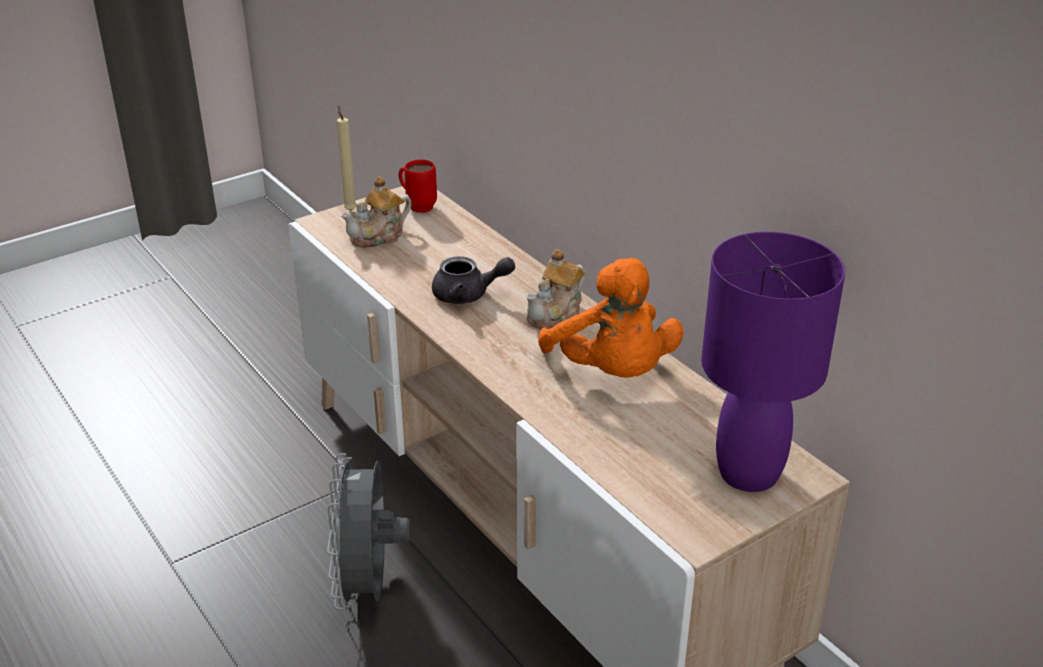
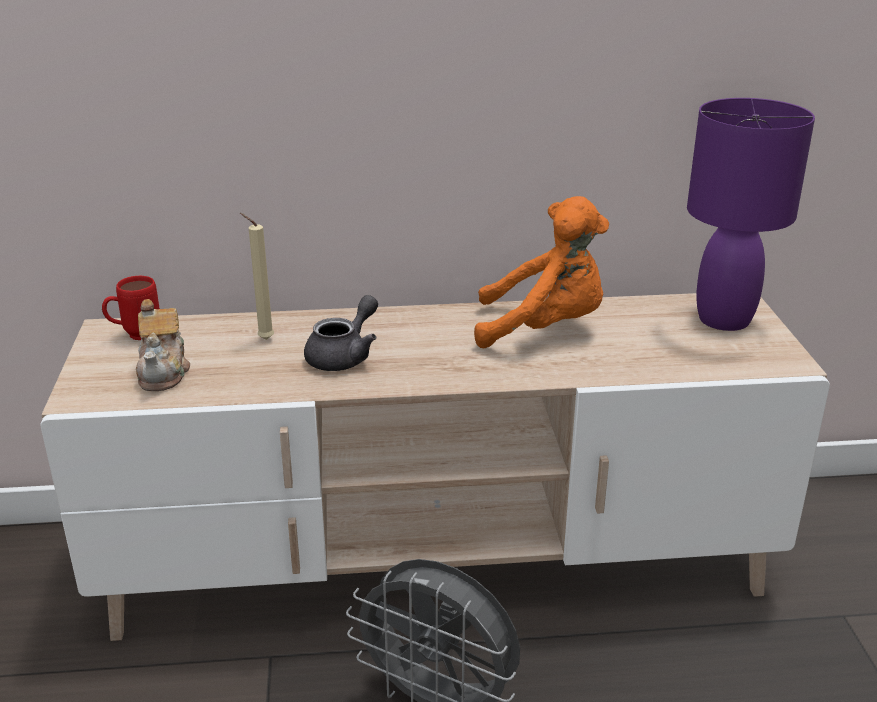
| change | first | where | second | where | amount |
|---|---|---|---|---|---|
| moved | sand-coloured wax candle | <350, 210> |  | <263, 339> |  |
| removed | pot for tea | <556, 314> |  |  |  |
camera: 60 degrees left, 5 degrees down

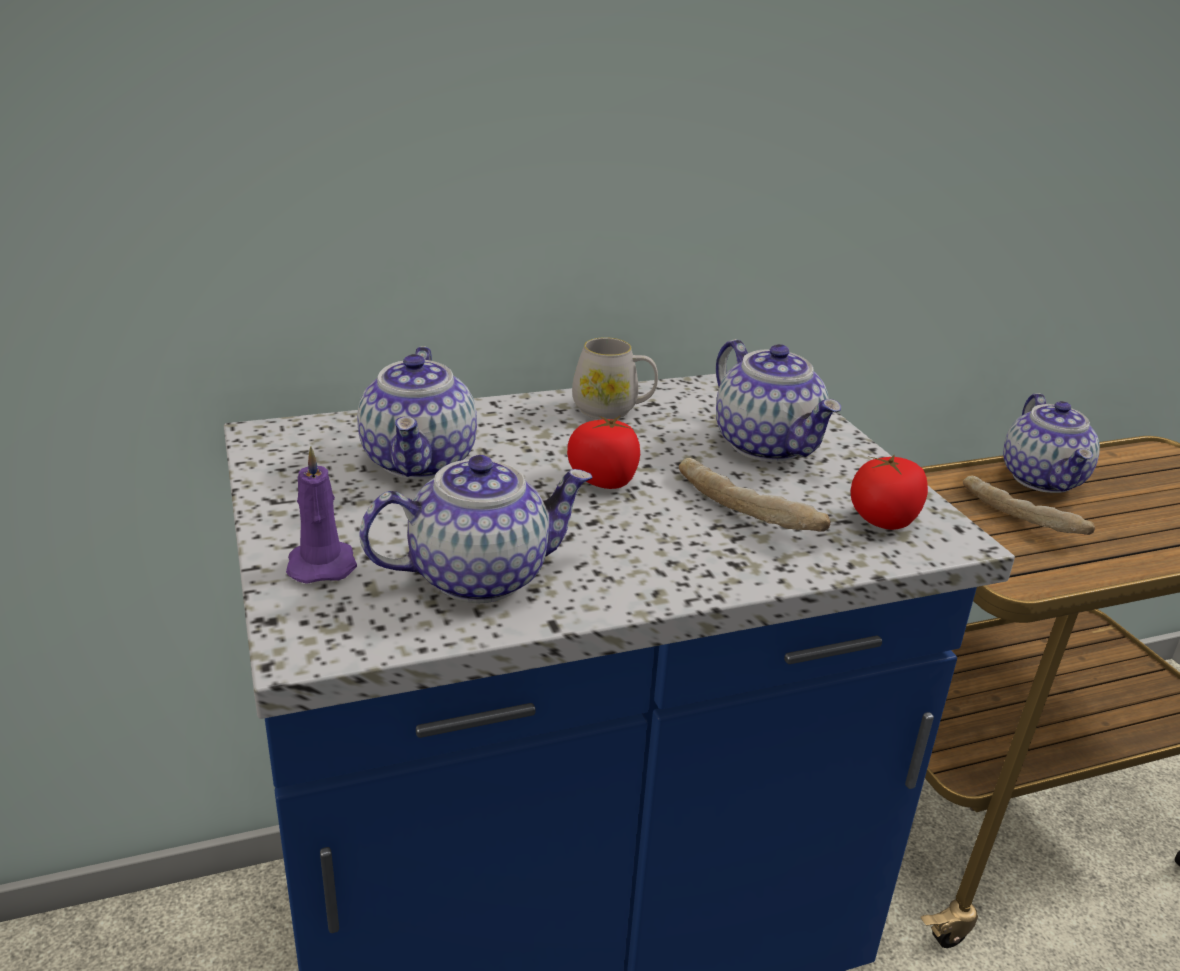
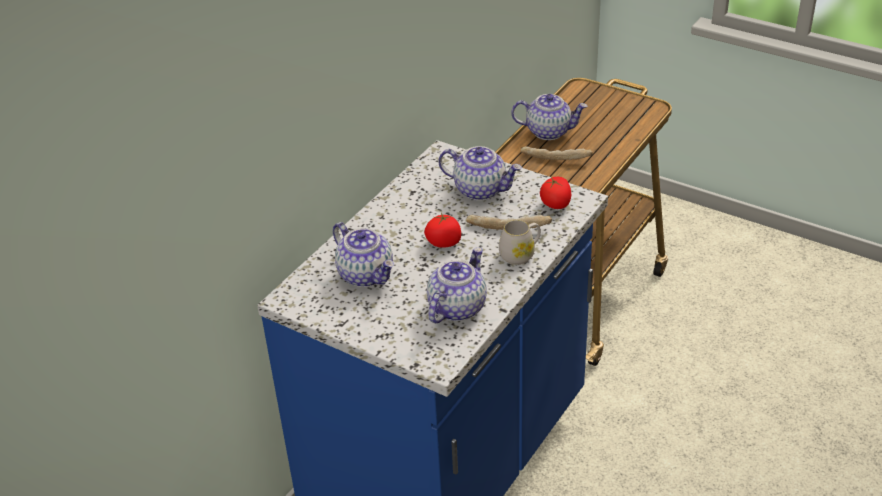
| change | first | where | second | where | amount |
|---|---|---|---|---|---|
| moved | whitish mug | <613, 410> |  | <520, 254> |  |
| turned | pot for tea | <1043, 479> |  | <549, 131> | 45 degrees counterclockwise |
| removed | purplish wax candle | <321, 563> |  |  |  |
camera: 35 degrees left, 10 degrees up

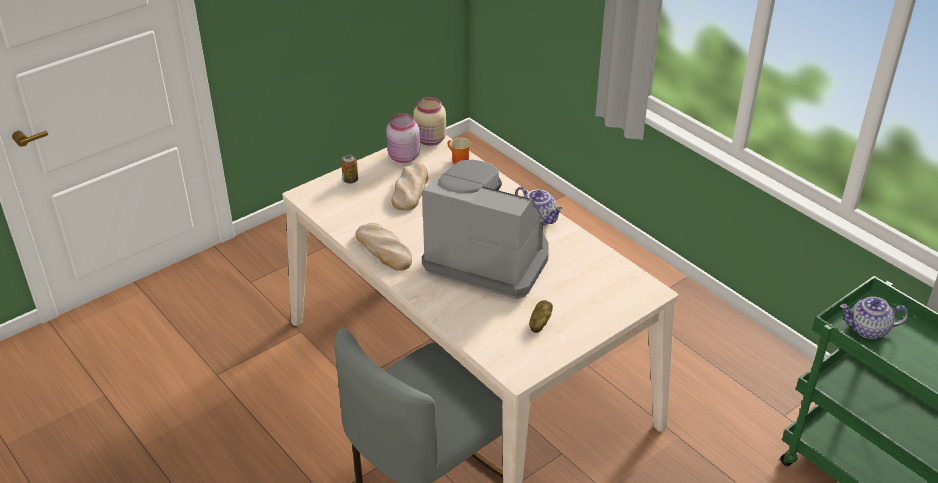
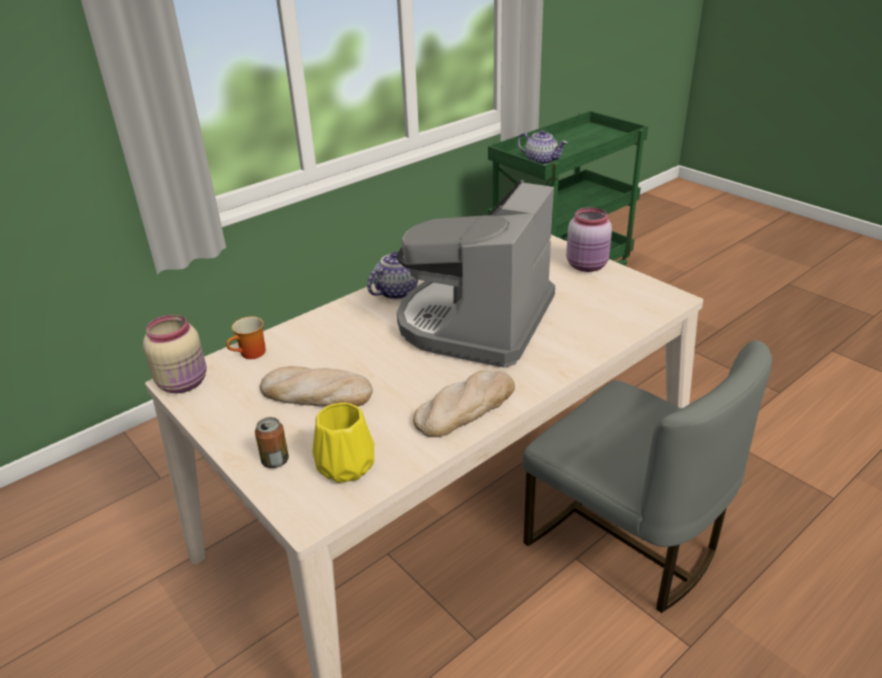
| change | first | where | second | where | amount |
|---|---|---|---|---|---|
| moved | pink storage jar | <403, 157> |  | <588, 266> |  |
| turned | pot for tea | <868, 330> |  | <541, 161> | 60 degrees counterclockwise |
| removed | whole potato | <539, 323> |  |  |  |
| added |  |  | yellow flower vase | <344, 465> |  |
camera: 90 degrees left, 5 degrees down

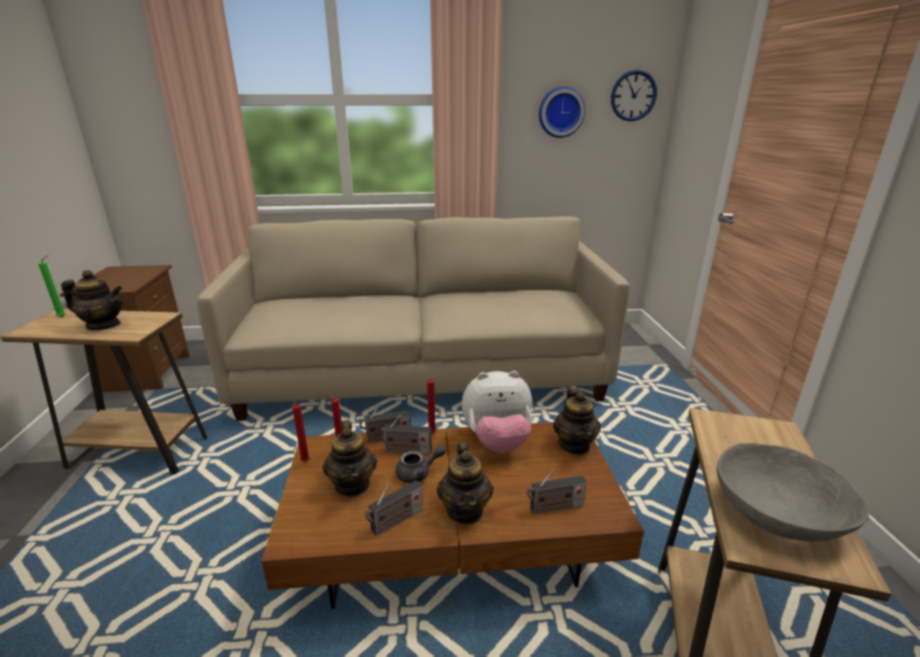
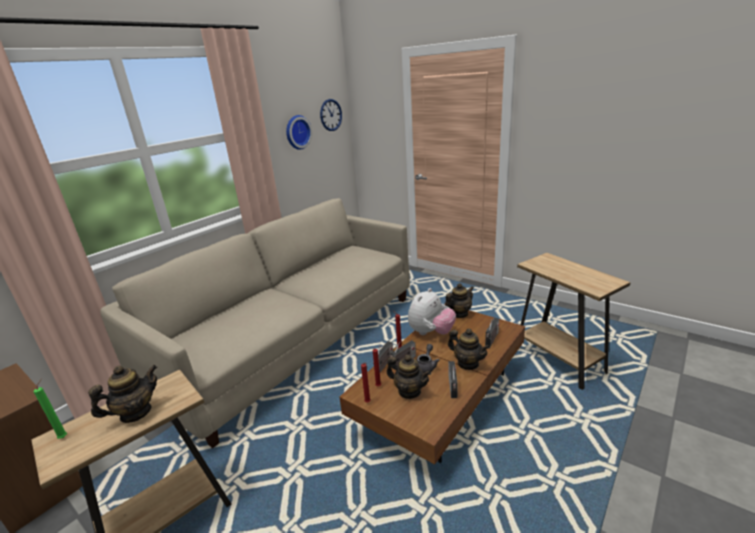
| change | first | where | second | where | amount |
|---|---|---|---|---|---|
| turned | pot for tea | <574, 444> |  | <459, 314> | 75 degrees counterclockwise |
| removed | grey serving bowl | <777, 513> |  |  |  |
camera: 45 degrees left, 0 degrees up

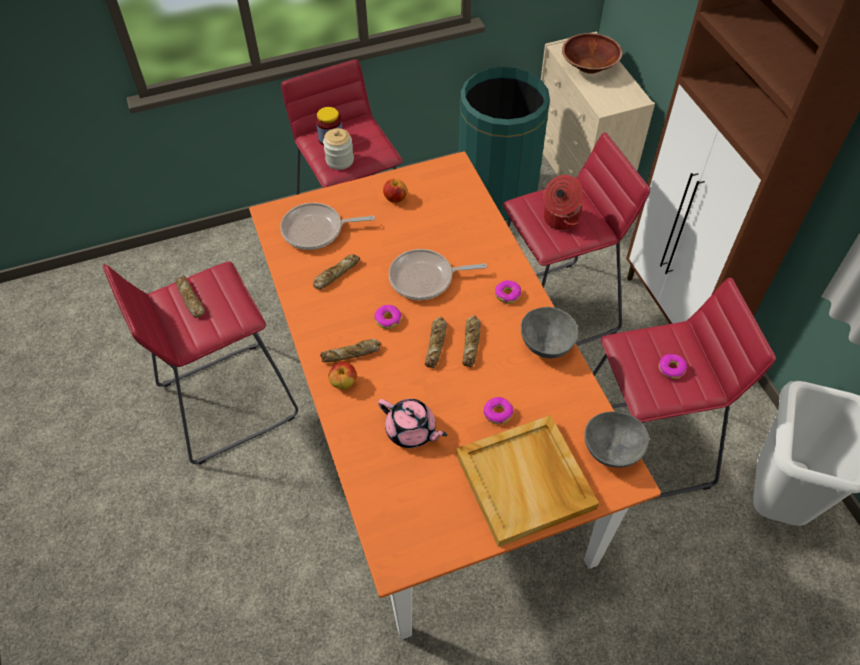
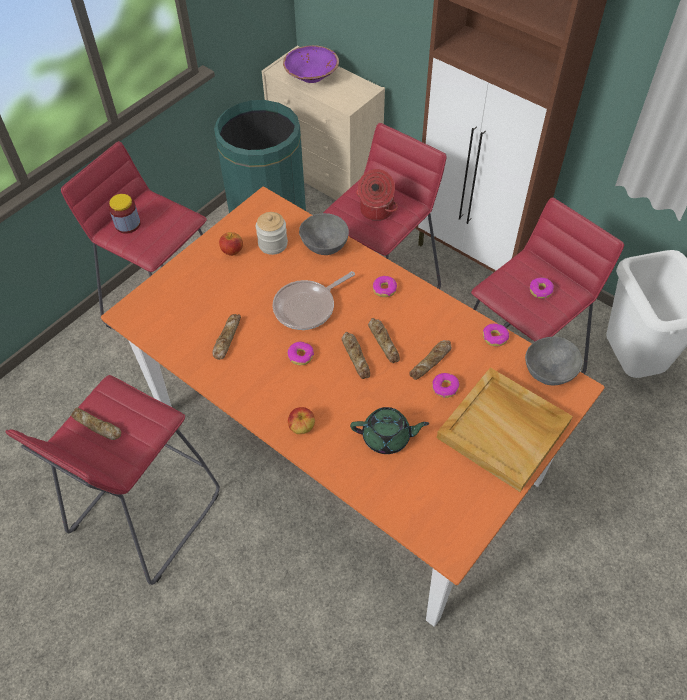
| change | first | where | second | where | amount |
|---|---|---|---|---|---|
| recoloured | brown serving bowl | <589, 66> | purplish serving bowl | <312, 76> |  |
| moved | storage jar | <340, 160> |  | <273, 244> |  |
| removed | pan | <316, 230> |  |  |  |
| moved | grey serving bowl | <546, 343> |  | <324, 245> |  |
| moved | bread | <351, 354> |  | <431, 362> |  |
| recoloured | pink pot for tea | <411, 431> | green pot for tea | <387, 437> |  |
| added |  |  | doughnut | <495, 337> |  |
camera: 30 degrees left, 0 degrees up

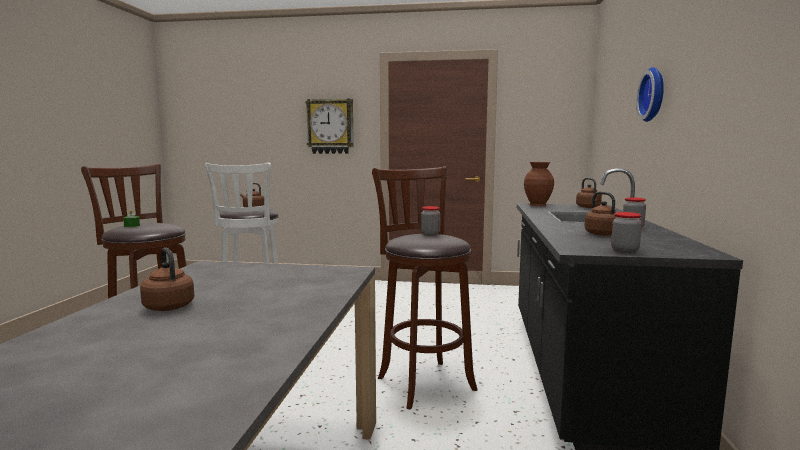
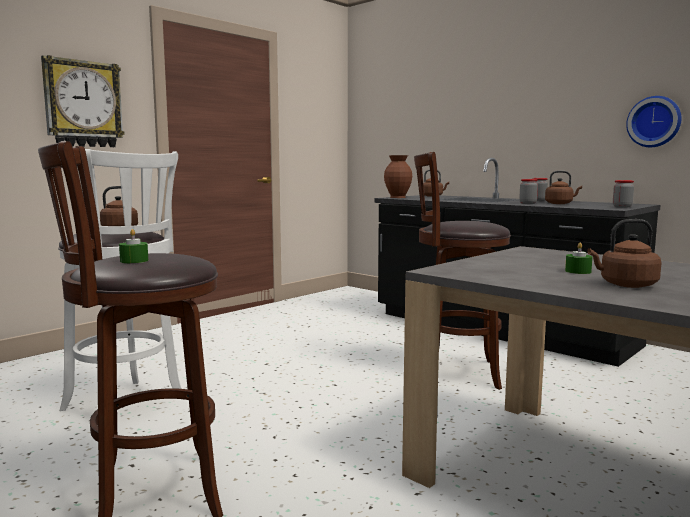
| change | first | where | second | where | amount |
|---|---|---|---|---|---|
| moved | hanging clock | <654, 94> |  | <654, 122> |  |
| moved | storage jar | <430, 234> |  | <527, 203> |  |
| added |  |  | green wax candle | <578, 271> |  |
camera: 55 degrees left, 0 degrees up

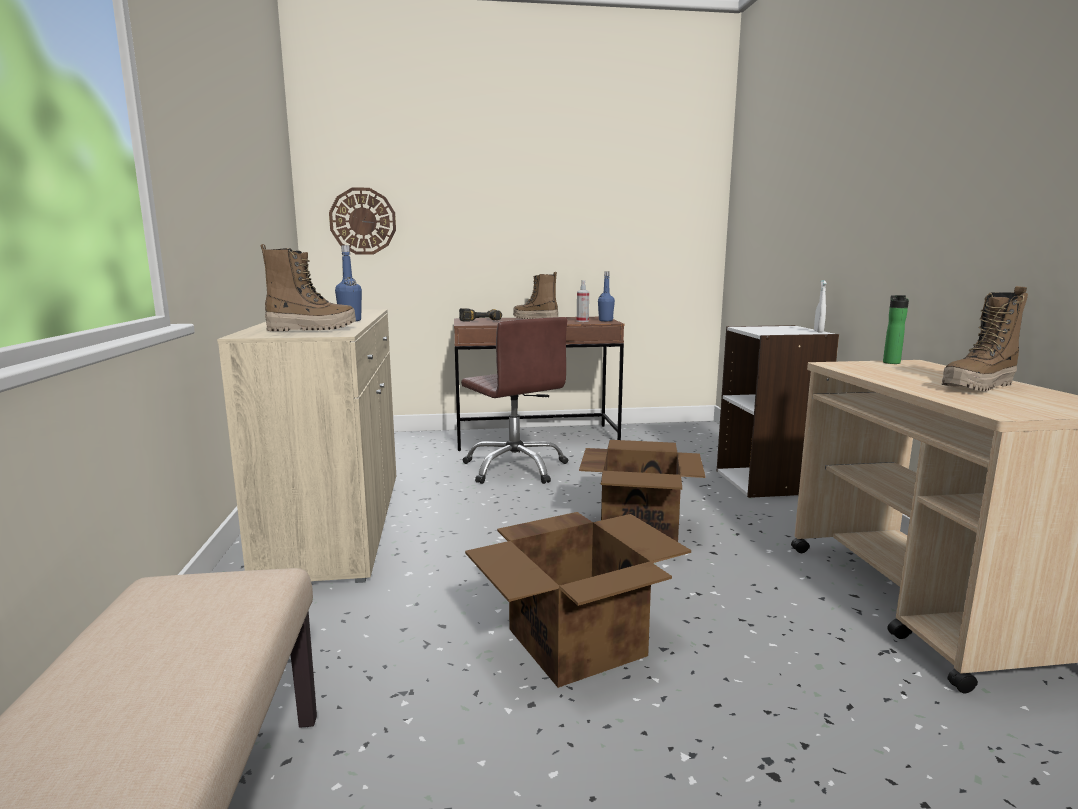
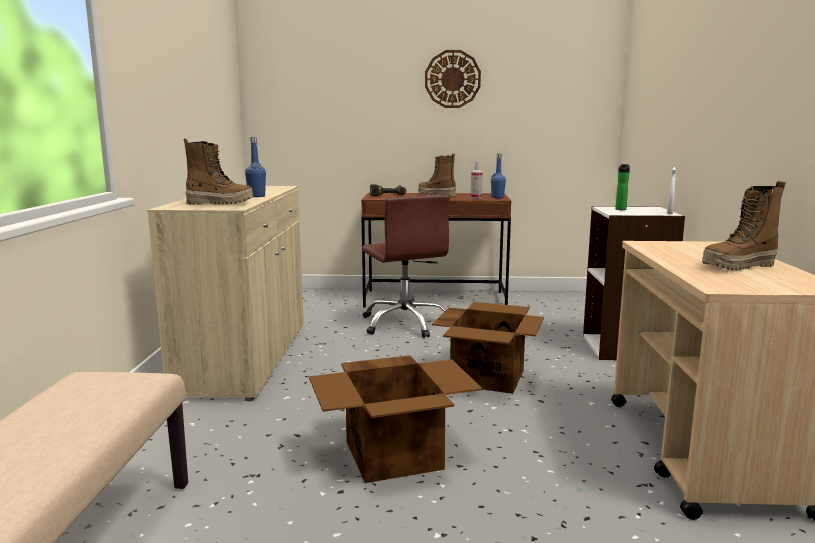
| change | first | where | second | where | amount |
|---|---|---|---|---|---|
| moved | hanging clock | <363, 221> |  | <452, 79> |  |
| moved | beverage bottle | <890, 362> |  | <621, 209> |  |
camera: 10 degrees right, 0 degrees up

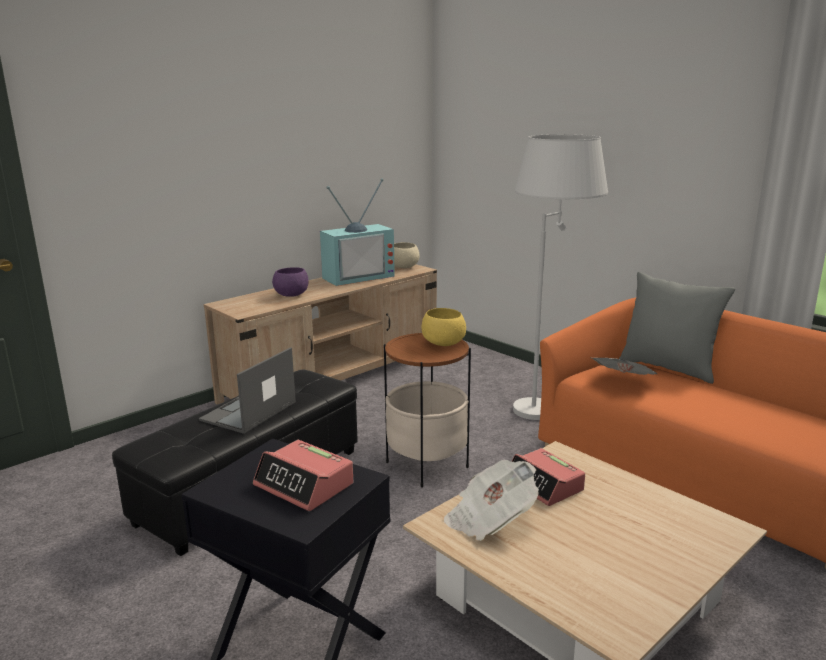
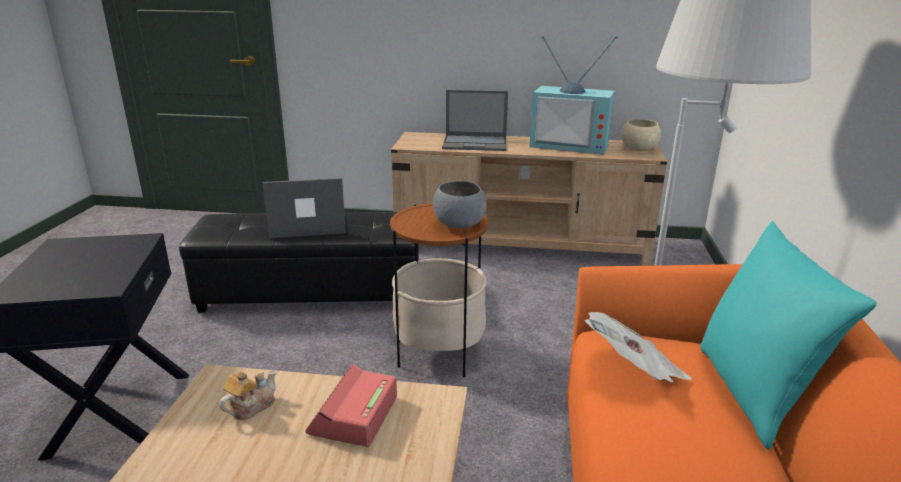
| change | first | where | second | where | amount |
|---|---|---|---|---|---|
| replaced | purplish serving bowl | <291, 295> | portable computer | <476, 143> |  |
| recoloured | grey pillow | <668, 368> | turquoise pillow | <753, 392> |  |
| recoloured | yellow serving bowl | <444, 343> | grey serving bowl | <459, 224> |  |
| removed | bedside clock | <304, 485> |  |  |  |
| replaced | newspaper | <489, 519> | pot for tea | <251, 406> |  |
camera: 50 degrees right, 5 degrees up

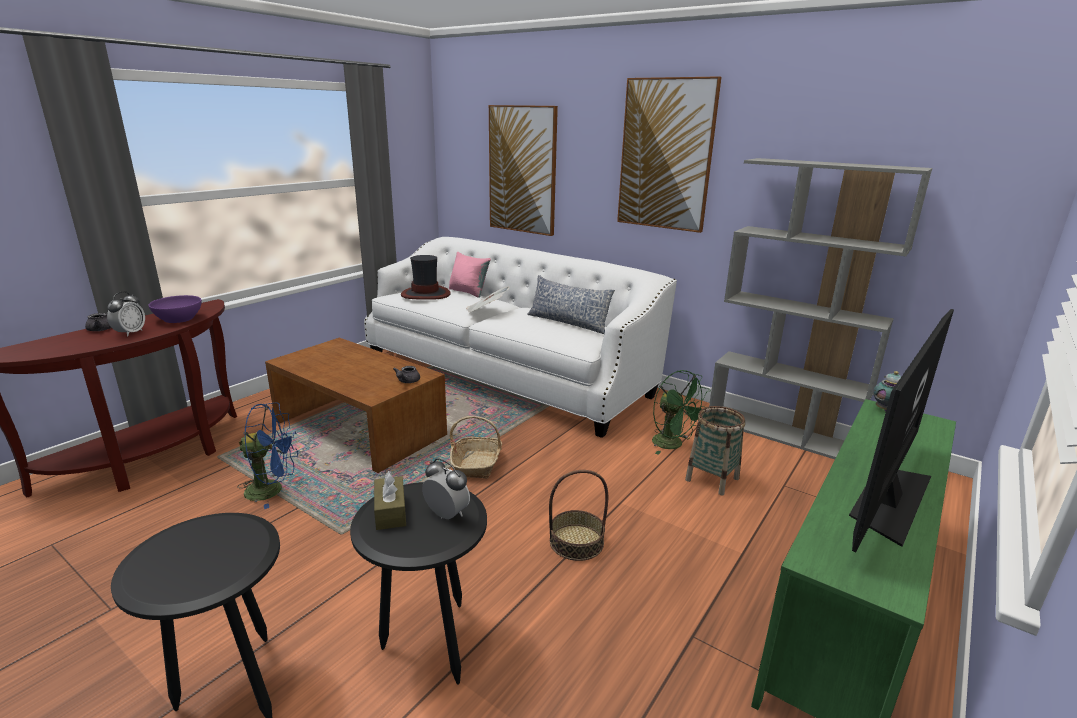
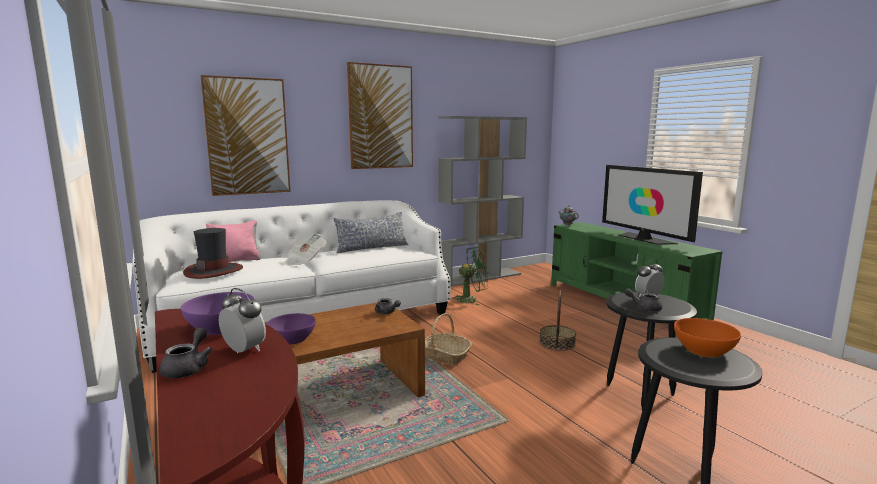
| change | first | where | second | where | amount |
|---|---|---|---|---|---|
| removed | blue electric fan | <272, 490> |  |  |  |
| removed | basket | <712, 479> |  |  |  |
| replaced | brown tissue box | <390, 511> | grey pot for tea | <644, 308> |  |
| added |  |  | purplish serving bowl | <292, 339> |  |
| added |  |  | orange-coloured serving bowl | <704, 350> |  |
camera: 65 degrees left, 10 degrees down

